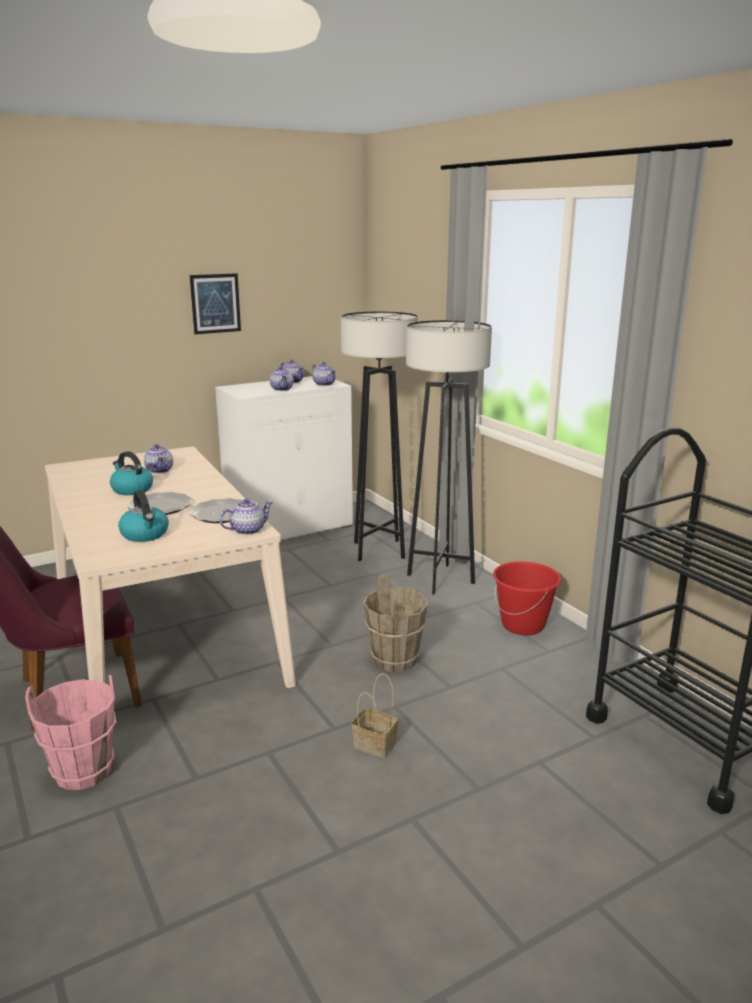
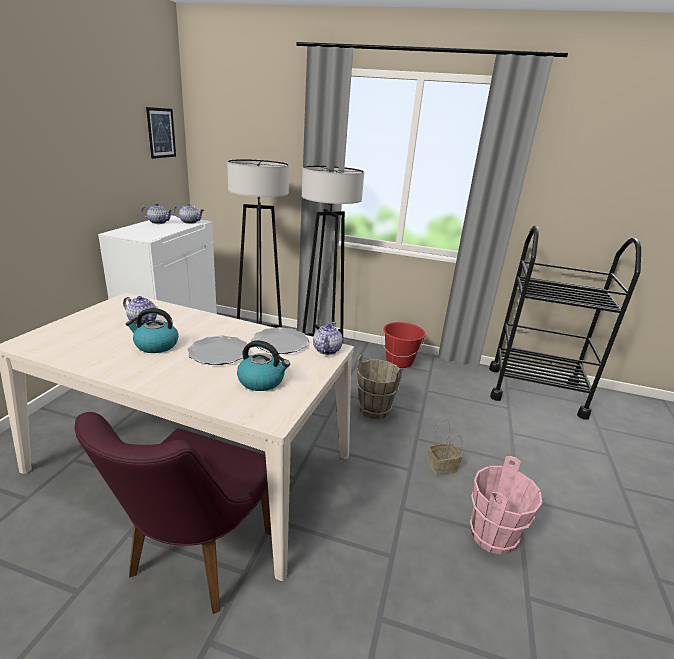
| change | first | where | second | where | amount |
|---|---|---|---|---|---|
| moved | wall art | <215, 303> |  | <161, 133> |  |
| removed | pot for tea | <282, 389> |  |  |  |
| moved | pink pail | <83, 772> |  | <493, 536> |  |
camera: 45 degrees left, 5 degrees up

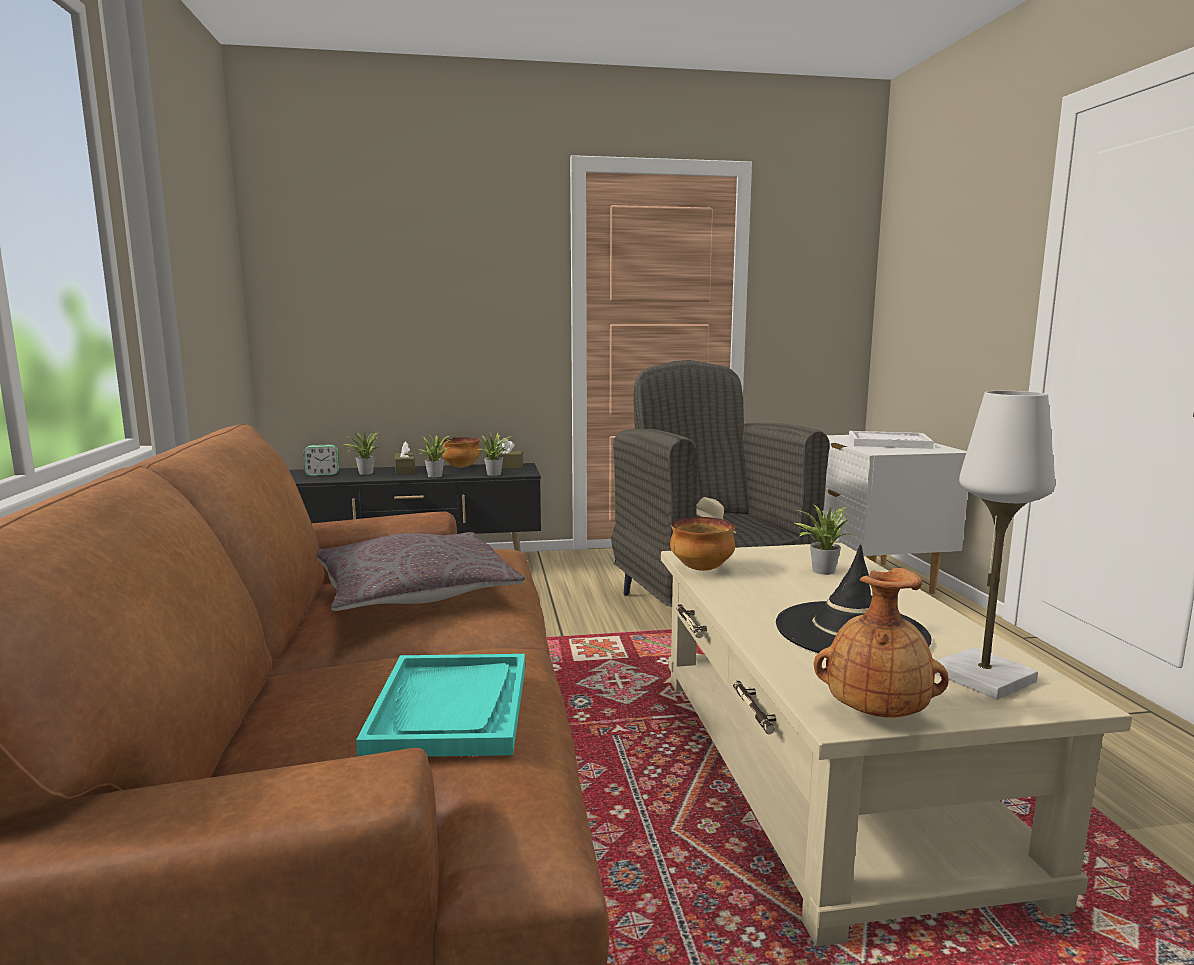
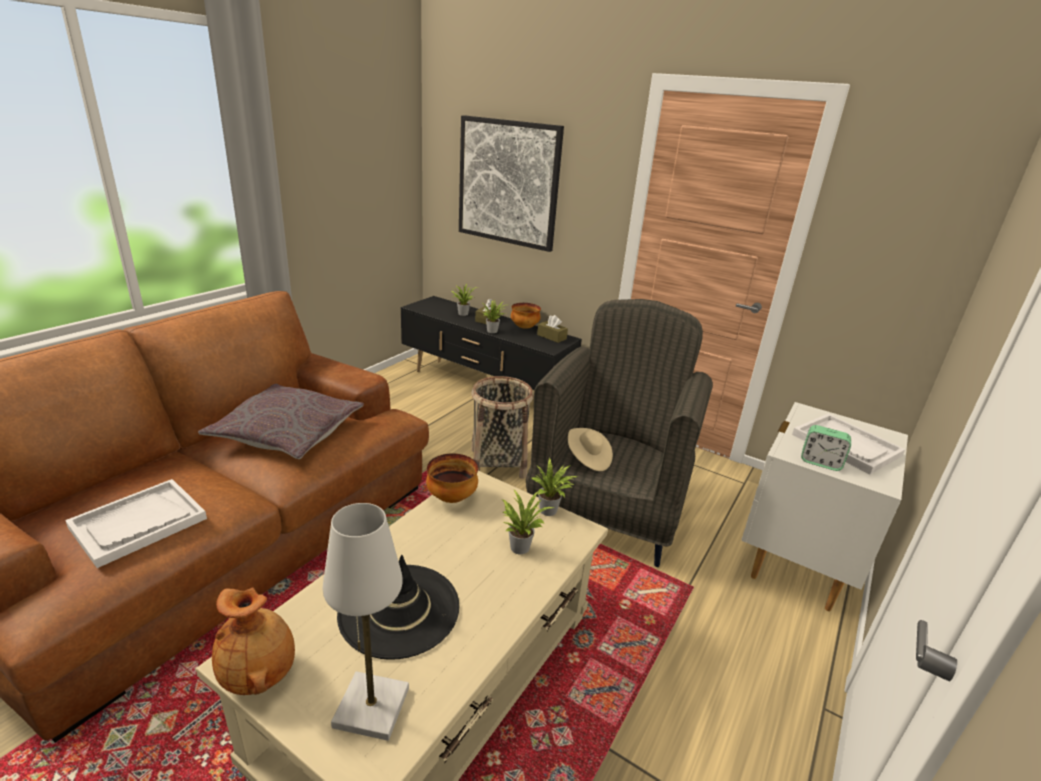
| change | first | where | second | where | amount |
|---|---|---|---|---|---|
| moved | potted plant | <496, 474> |  | <550, 511> |  |
| moved | bedside clock | <322, 474> |  | <820, 462> |  |
| recoloured | turquoise carrying tray | <451, 708> | whitish carrying tray | <138, 523> |  |
| added |  |  | wall art | <508, 183> |  |
| added |  |  | basket | <498, 463> |  |
camera: 40 degrees right, 15 degrees up

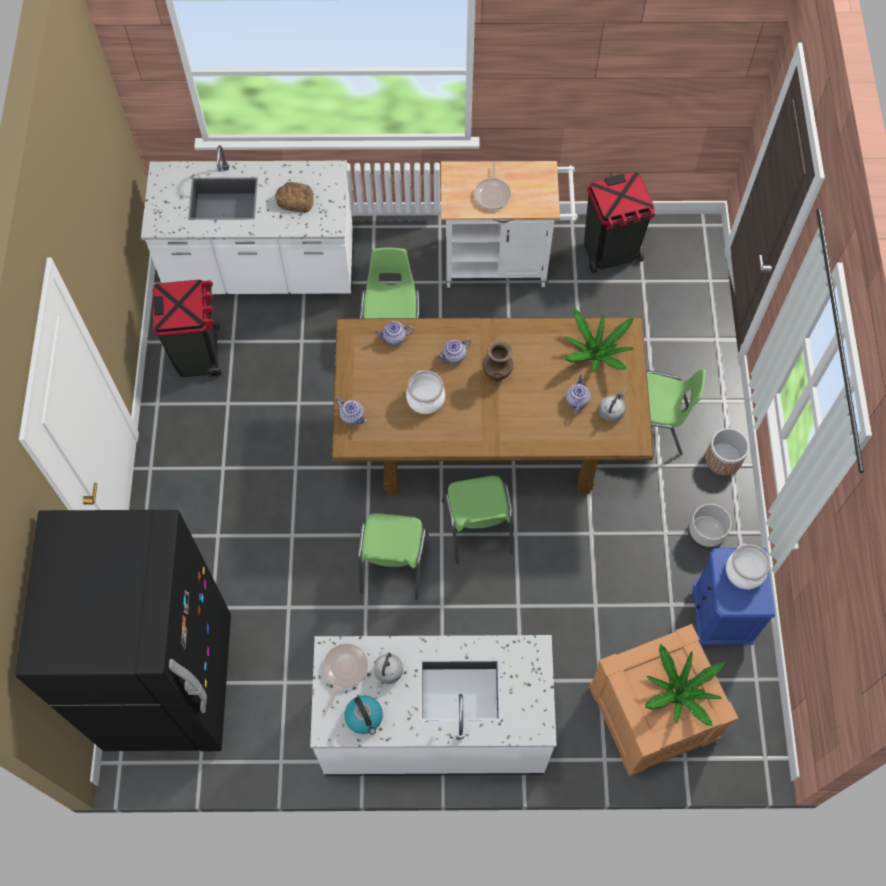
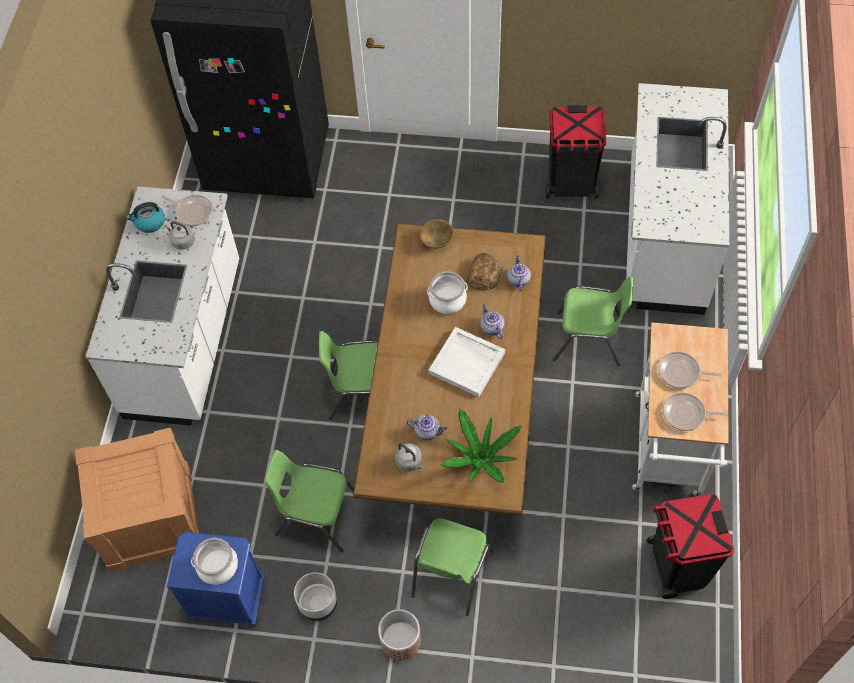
| change | first | where | second | where | amount |
|---|---|---|---|---|---|
| moved | bread | <295, 200> |  | <484, 274> |  |
| replaced | brown flower vase | <496, 373> | whitish carrying tray | <467, 363> |  |
| replaced | pot for tea | <353, 416> | brown serving bowl | <437, 241> |  |
| moved | green upright chair | <392, 564> |  | <316, 515> |  |
| removed | potted plant | <679, 692> |  |  |  |
| added |  |  | pan | <686, 414> |  |
camera: 100 degrees right, 5 degrees down

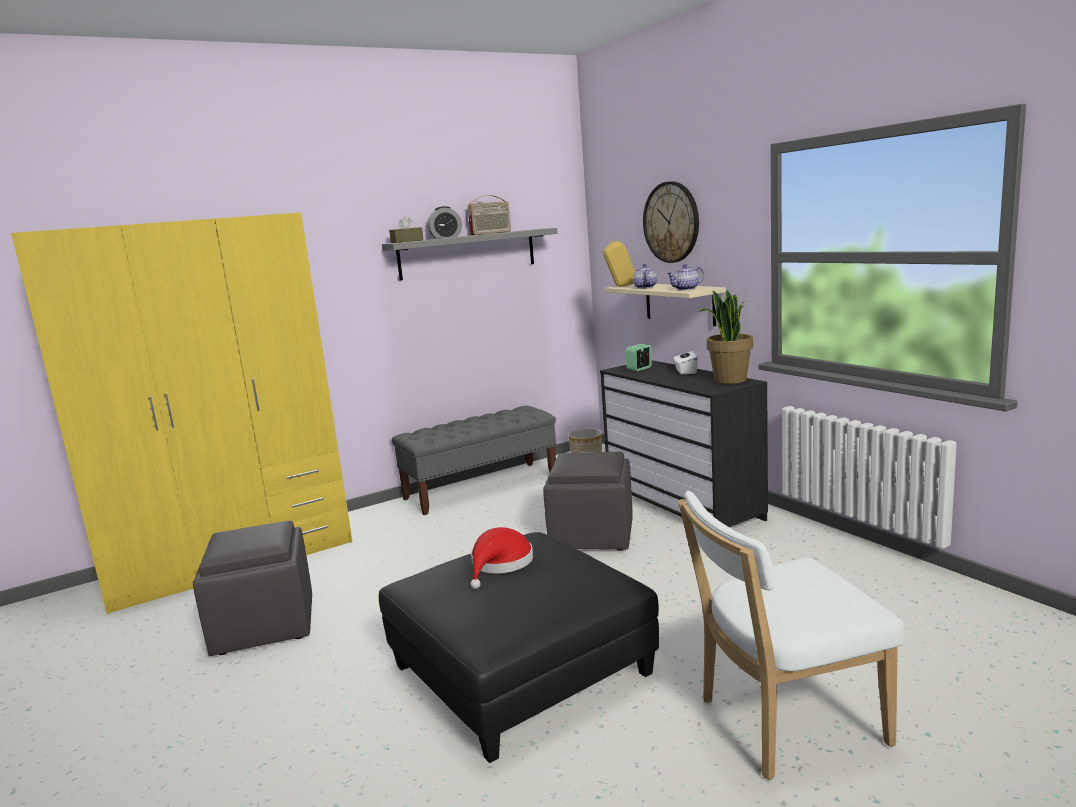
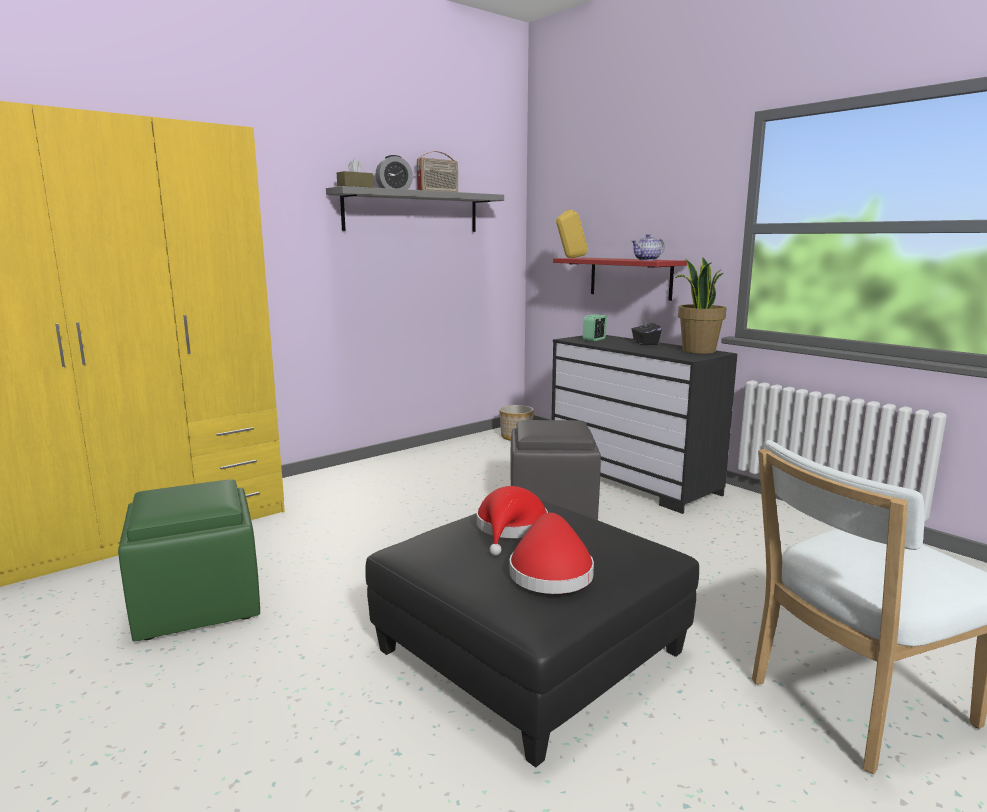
| change | first | where | second | where | amount |
|---|---|---|---|---|---|
| removed | hanging clock | <671, 222> |  |  |  |
| removed | pot for tea | <644, 287> |  |  |  |
| recoloured | sand-coloured wall shelf | <679, 303> | red wall shelf | <630, 278> |  |
| recoloured | whitish tissue box | <685, 371> | black tissue box | <645, 343> |  |
| removed | grey indoor bench | <481, 487> |  |  |  |
| recoloured | grey ottoman | <263, 625> | green ottoman | <197, 603> |  |
| added |  |  | red hat | <550, 571> |  |
camera: 10 degrees left, 0 degrees up

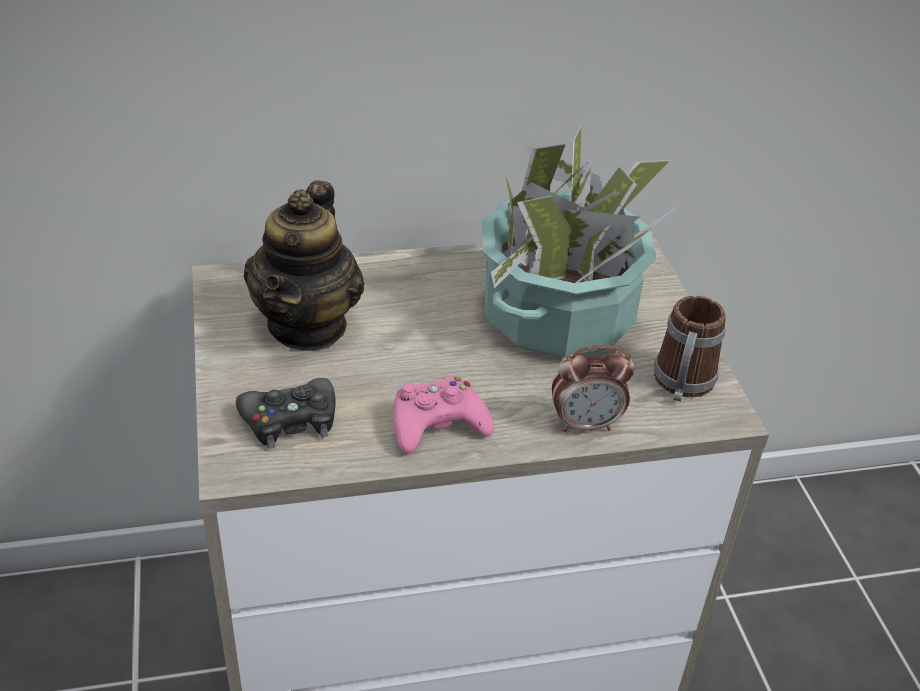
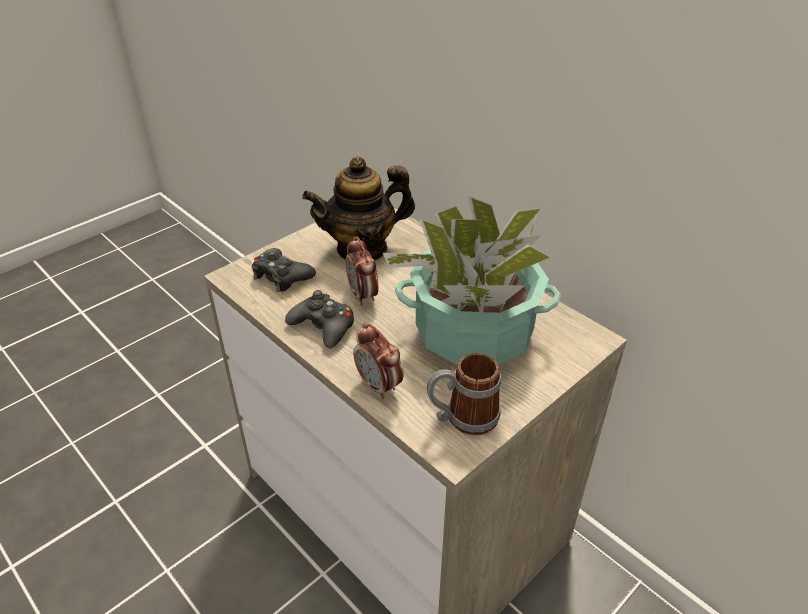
| change | first | where | second | where | amount |
|---|---|---|---|---|---|
| recoloured | pink game controller | <437, 425> | black game controller | <323, 326> |  |
| added |  |  | bedside clock | <363, 295> |  |
camera: 60 degrees right, 0 degrees up

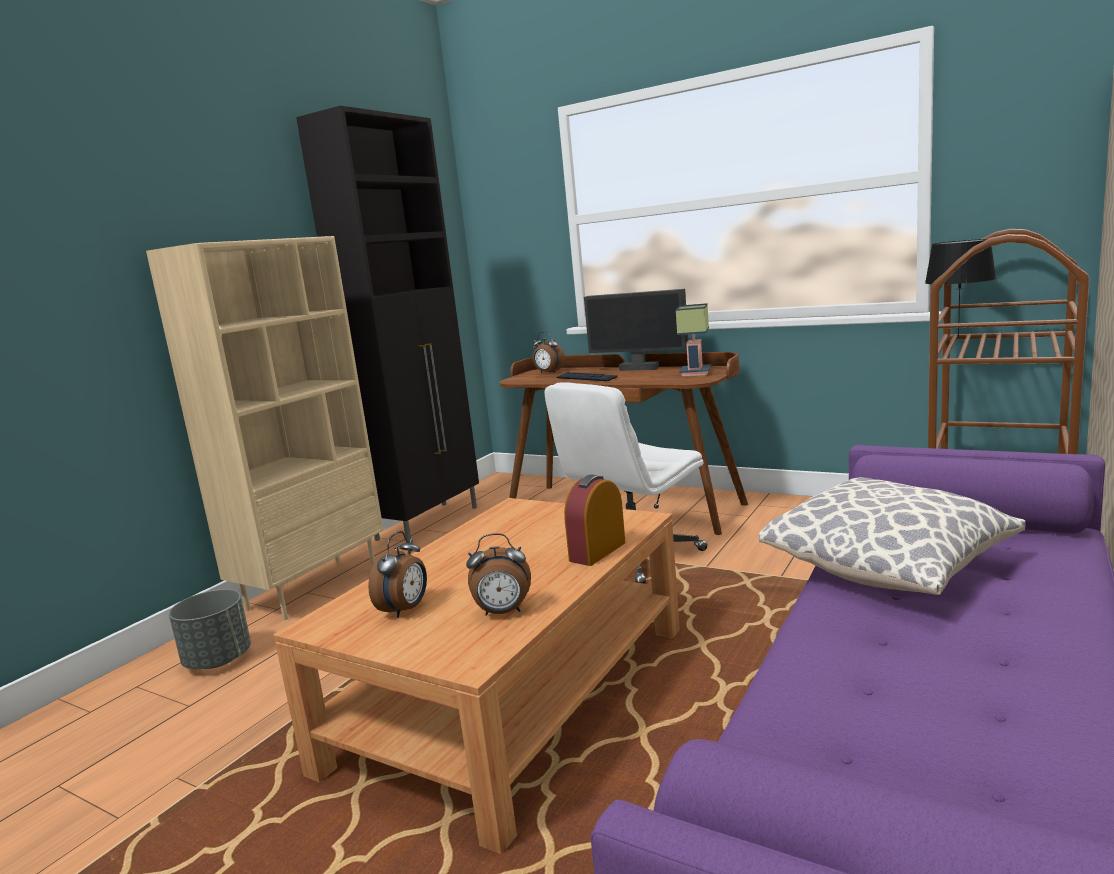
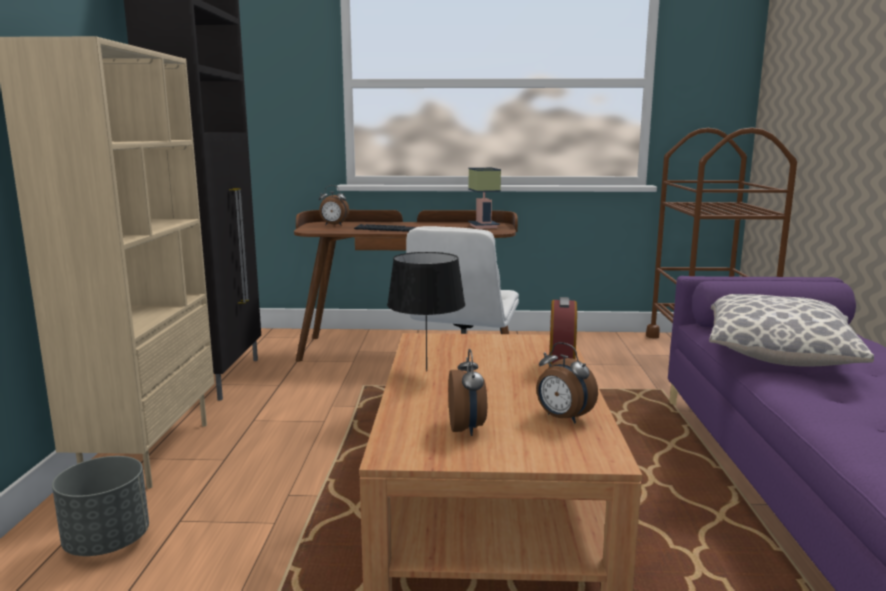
| change | first | where | second | where | amount |
|---|---|---|---|---|---|
| moved | black lamp for a table | <958, 337> |  | <427, 370> |  |
| removed | computer screen | <639, 368> |  |  |  |
| turned | bedside clock | <503, 612> |  | <562, 418> | 75 degrees clockwise |
camera: 30 degrees left, 0 degrees up

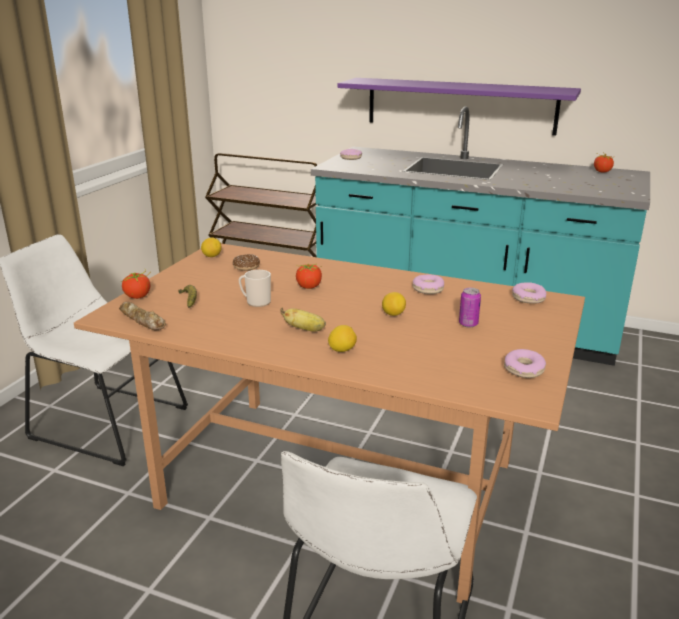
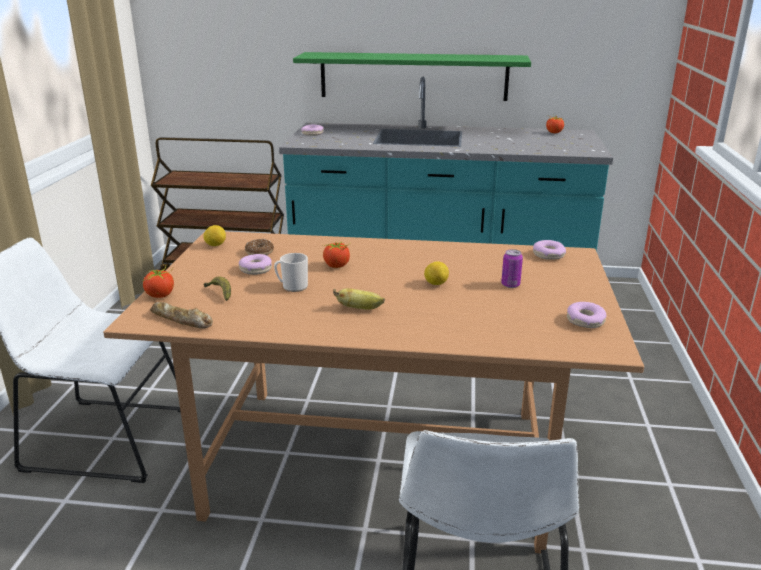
| change | first | where | second | where | amount |
|---|---|---|---|---|---|
| recoloured | purplish wall shelf | <460, 105> | green wall shelf | <413, 76> |  |
| moved | doughnut | <428, 289> |  | <256, 269> |  |
| removed | citrus fruit | <342, 350> |  |  |  |
camera: 15 degrees left, 0 degrees up

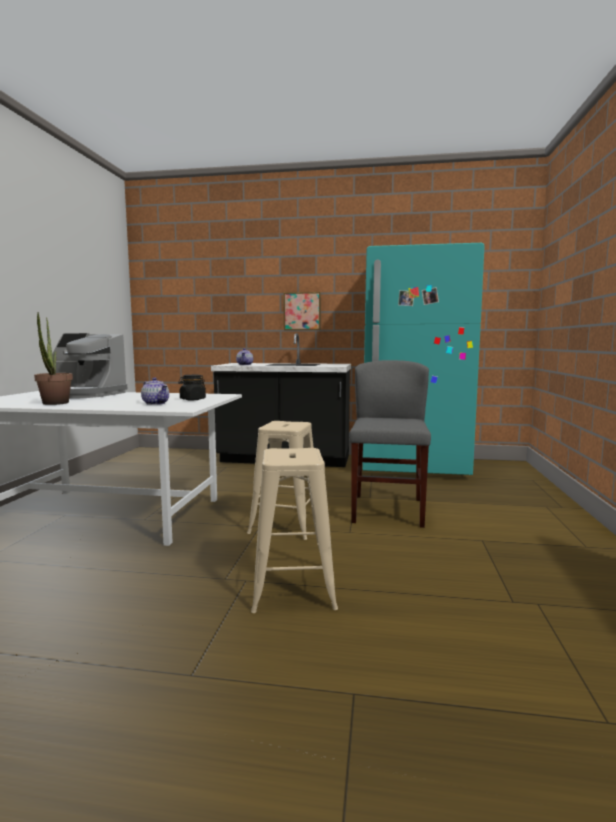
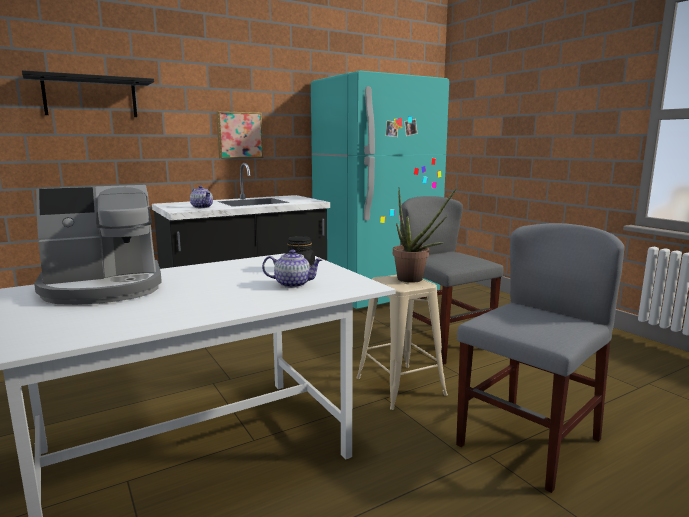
| change | first | where | second | where | amount |
|---|---|---|---|---|---|
| moved | potted plant | <54, 404> |  | <415, 280> |  |
| replaced | sand-coloured stool | <293, 587> | grey upright chair | <528, 442> |  |
| added |  |  | black wall shelf | <90, 97> |  |
camera: 40 degrees left, 5 degrees up

